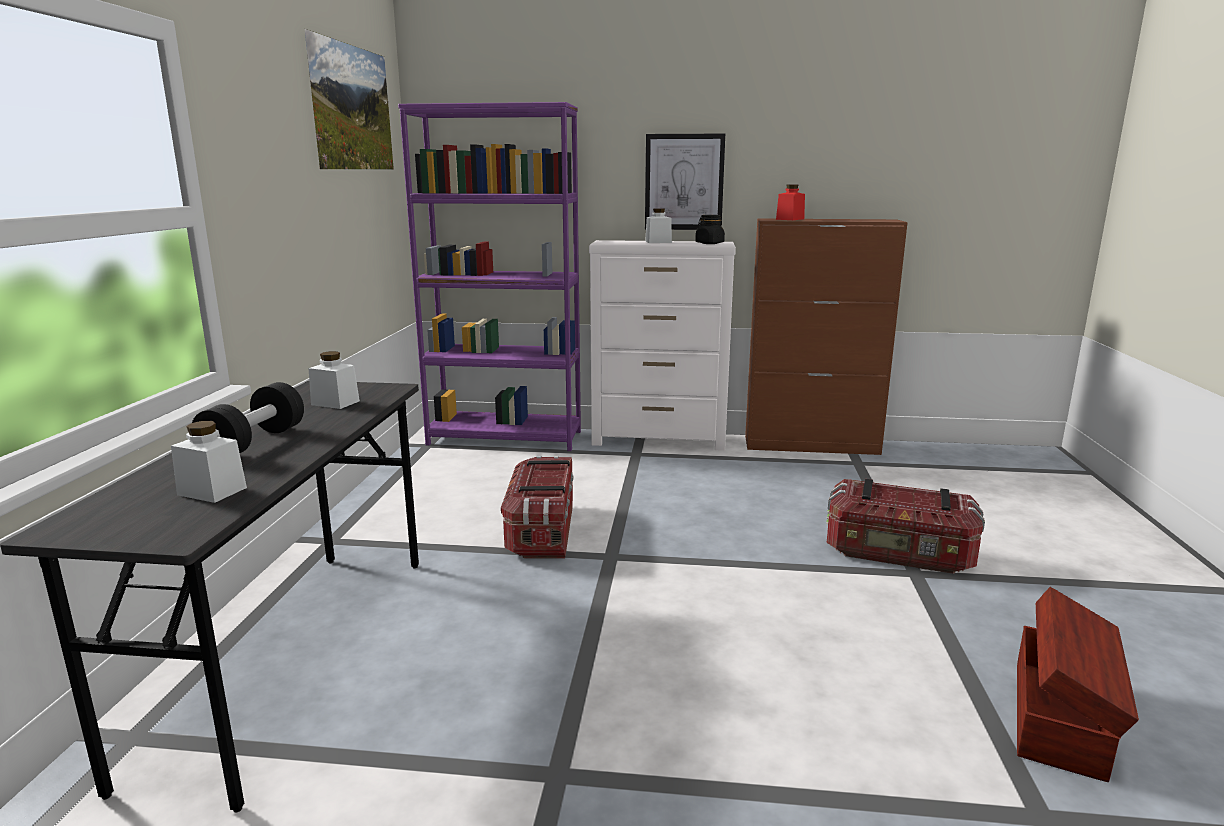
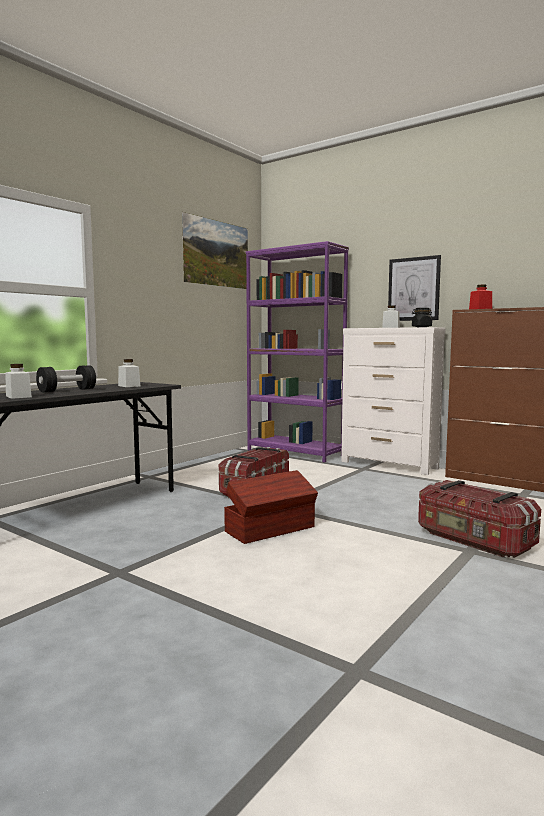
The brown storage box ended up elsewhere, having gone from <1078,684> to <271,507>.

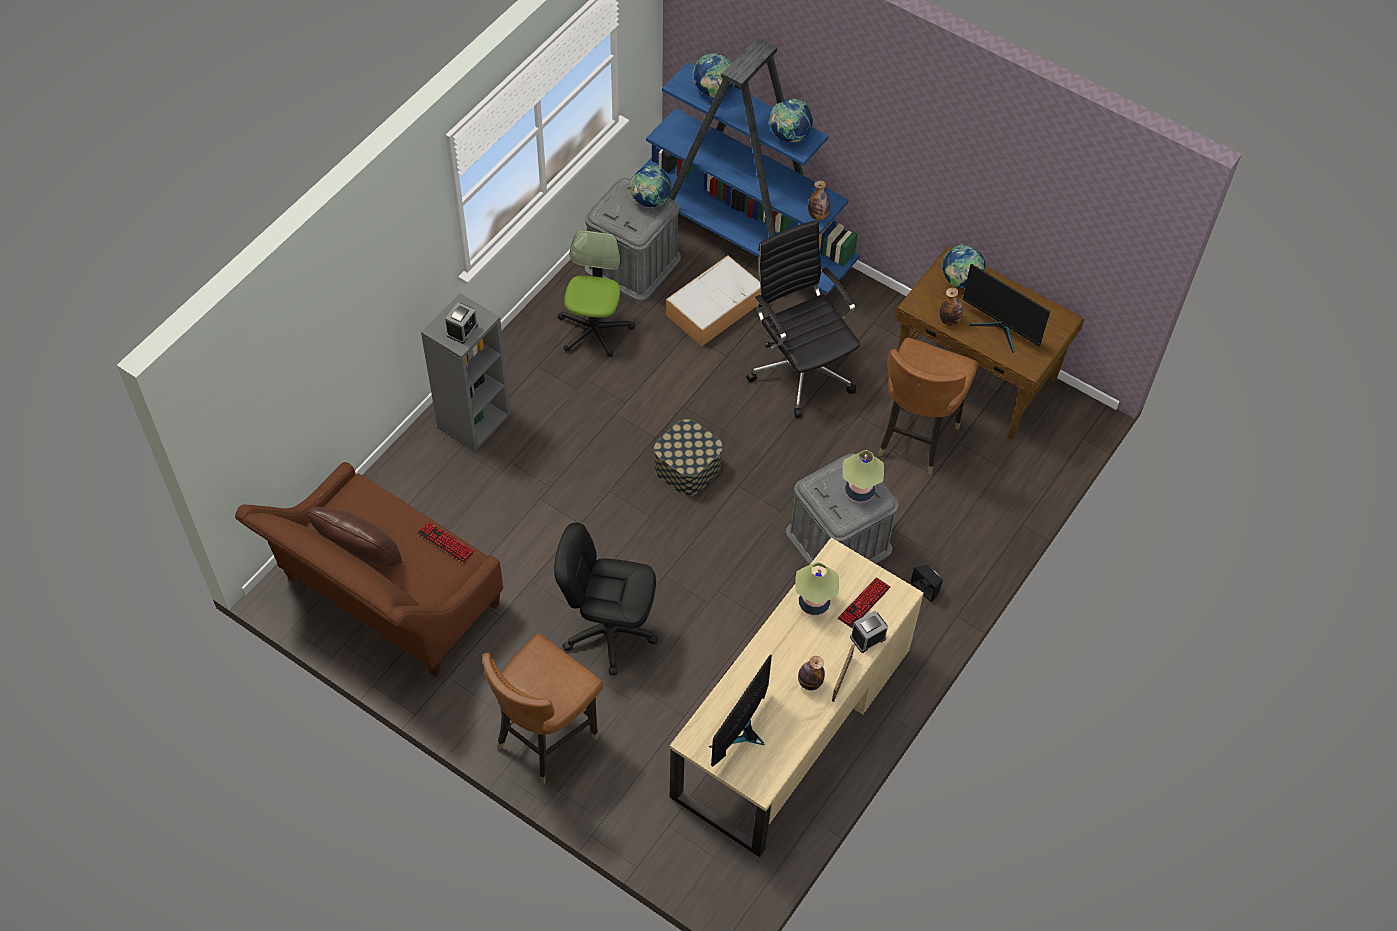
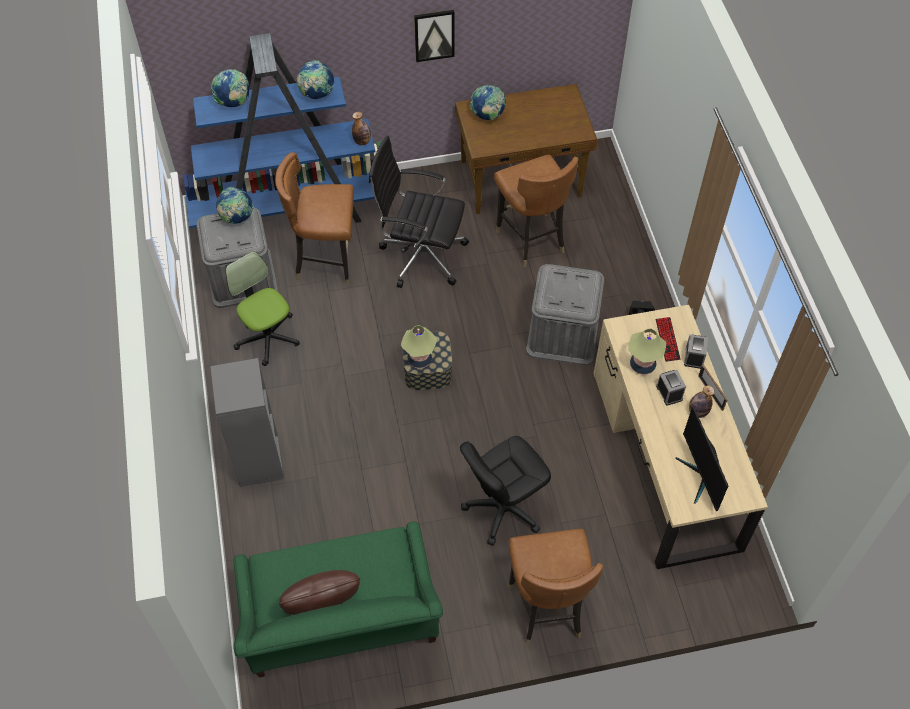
The second view lost the keyboard at <446,542>.
The second view lost the bottle at <951,307>.
The second view lost the monitor at <1006,308>.
The second view gained the picture at <434,36>.
The alarm clock ended up elsewhere, having gone from <461,323> to <671,388>.
The table lamp ended up elsewhere, having gone from <863,476> to <419,347>.
Where the storage box stood at <713,300>, the brown chair came to stand at <314,218>.
What was the brown sofa at <369,569> turned into the green sofa at <338,600>.

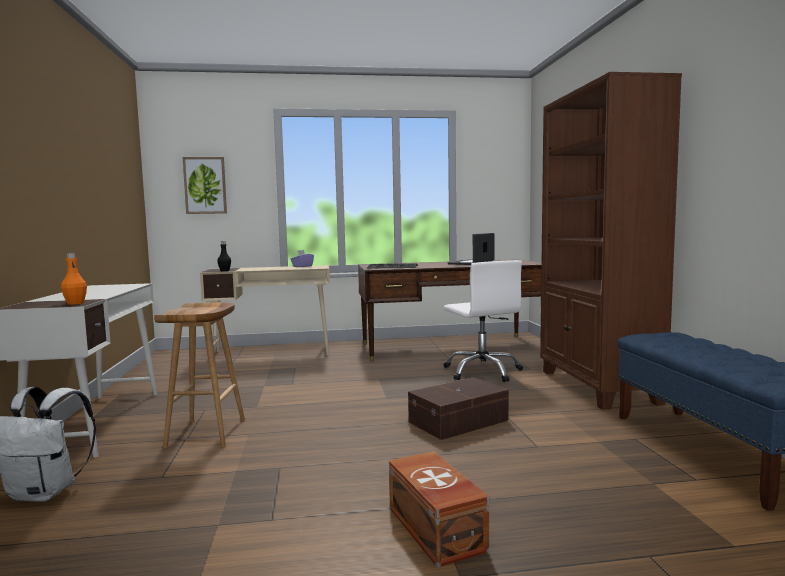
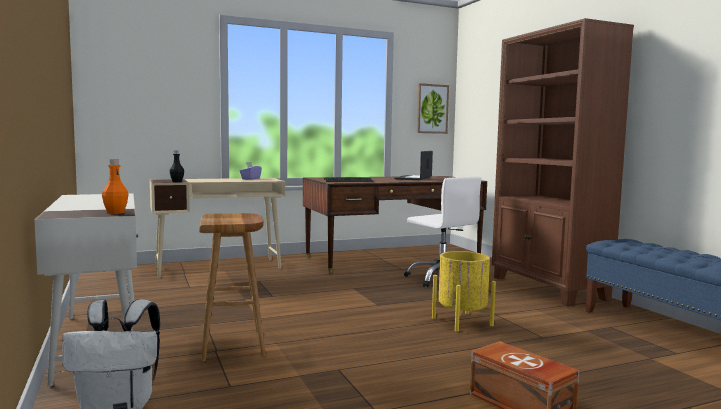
The picture ended up elsewhere, having gone from <205,185> to <433,108>.
Where the brown storage box stood at <458,408>, the yellow planter came to stand at <464,291>.

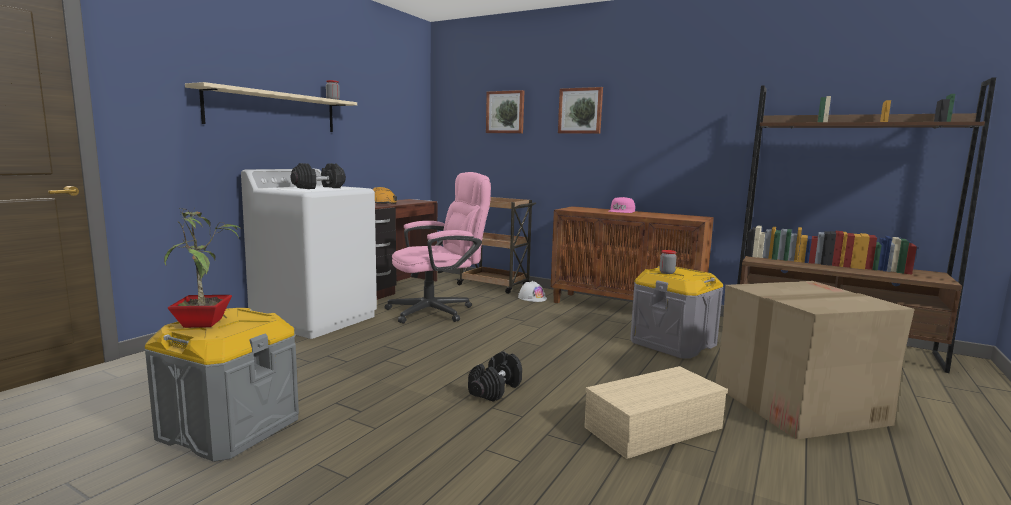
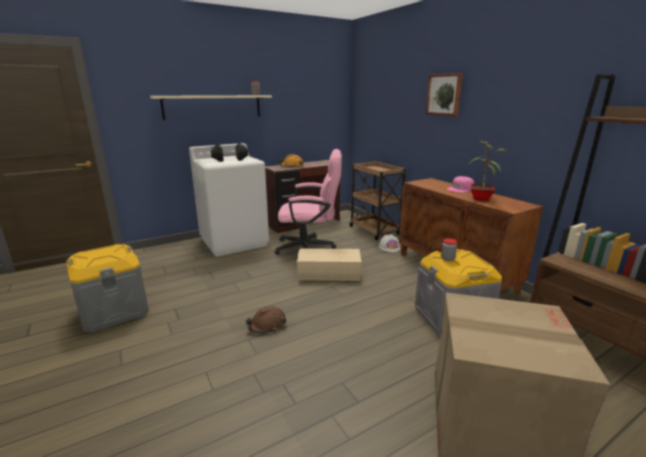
The second view lost the picture at <505,111>.
The potted plant ended up elsewhere, having gone from <203,268> to <488,170>.
The beige storage box ended up elsewhere, having gone from <656,412> to <329,264>.
Where the black dumbbell stood at <495,376>, the brown hard hat came to stand at <266,319>.

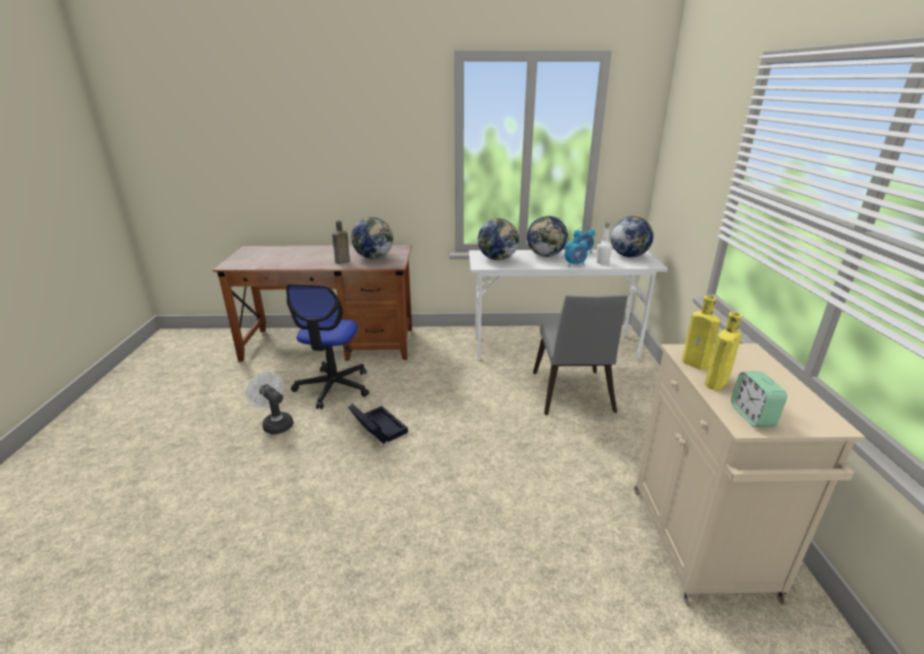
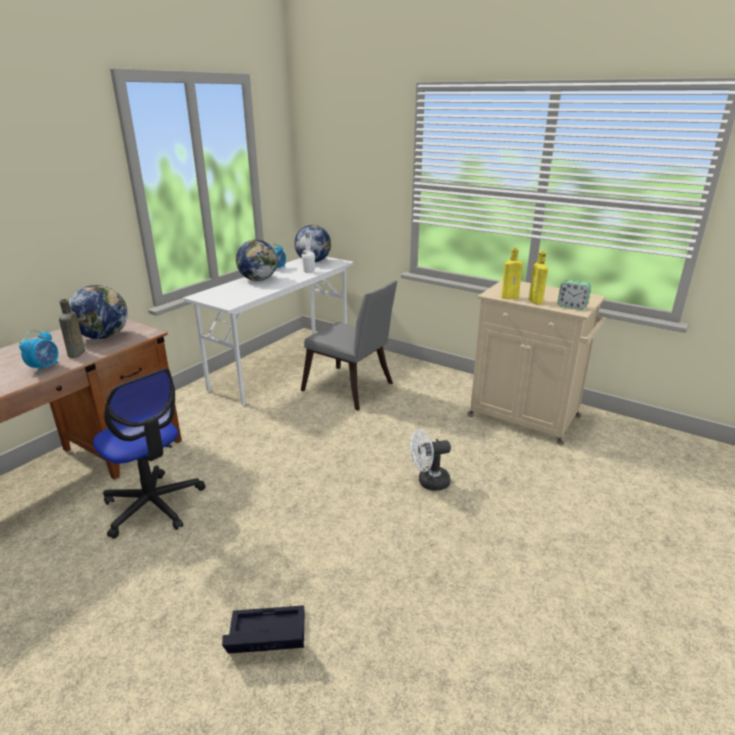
The second view lost the globe at <498,239>.
The white fan ended up elsewhere, having gone from <269,402> to <430,460>.
The black storage box ended up elsewhere, having gone from <378,424> to <263,629>.
The alarm clock ended up elsewhere, having gone from <576,252> to <39,352>.

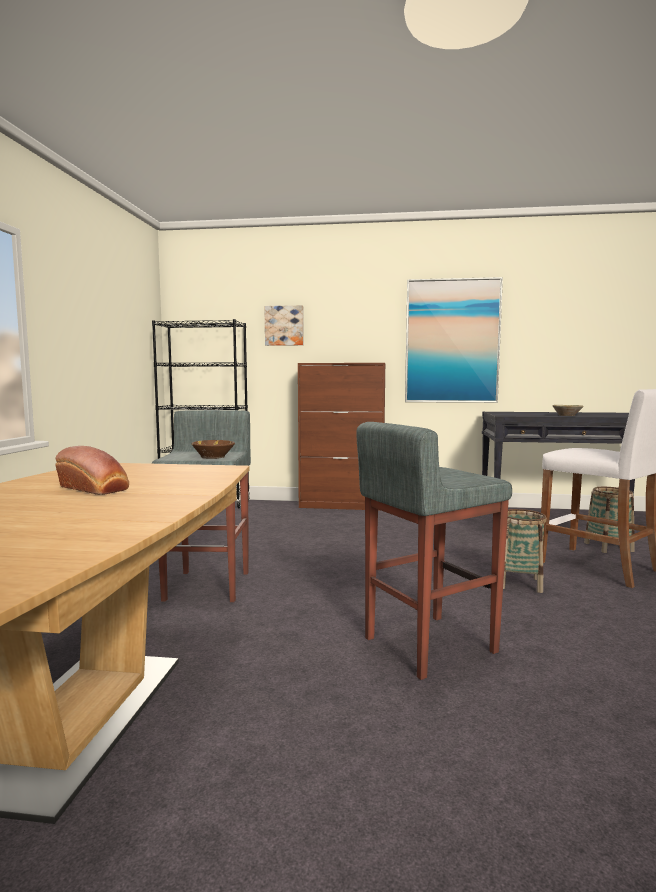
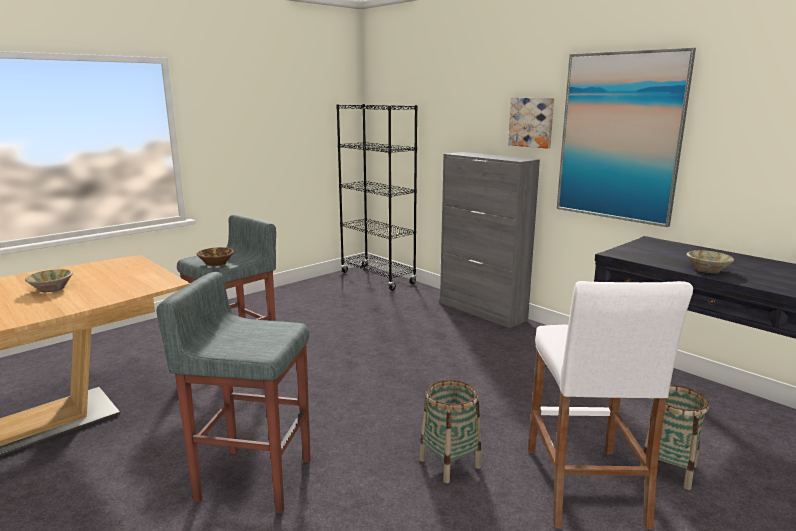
The picture ended up elsewhere, having gone from <284,325> to <531,123>.
Where the bread stood at <92,470>, the beige bowl came to stand at <49,280>.
What was the brown cabinet at <341,436> turned into the grey cabinet at <490,240>.

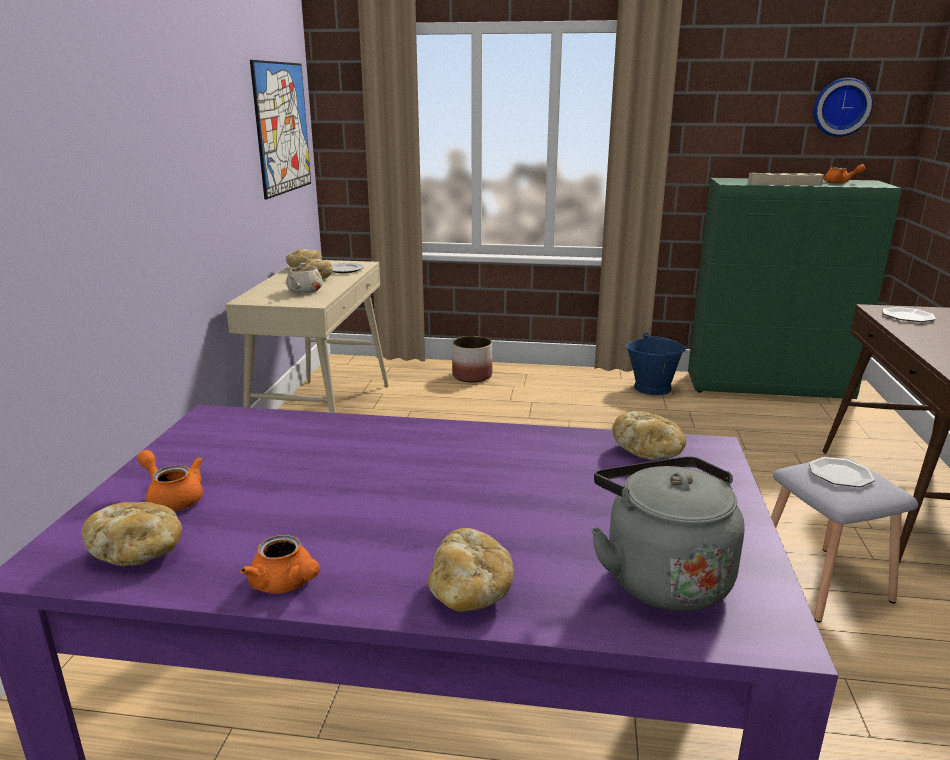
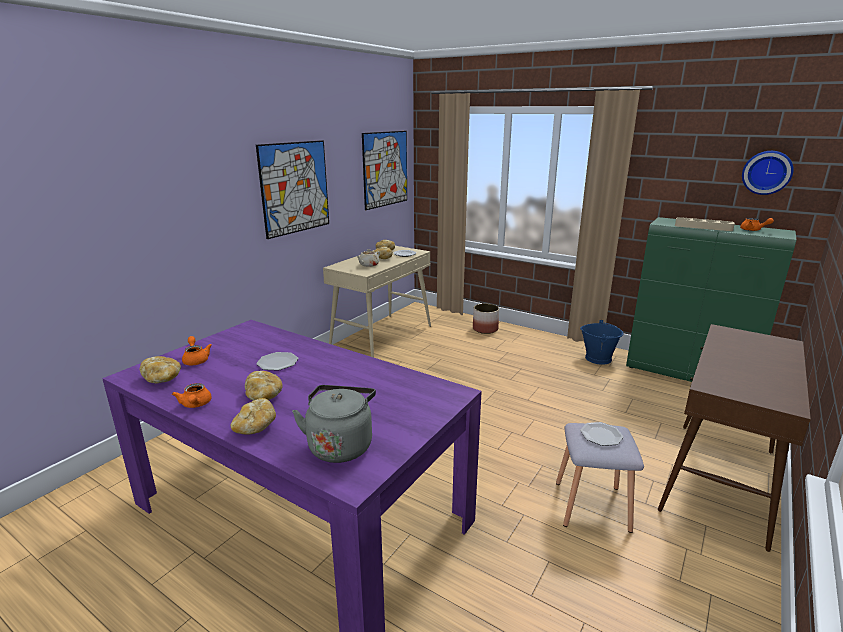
The second view gained the picture at <292,189>.
The bread ended up elsewhere, having gone from <649,435> to <264,386>.
The plate ended up elsewhere, having gone from <909,314> to <277,361>.

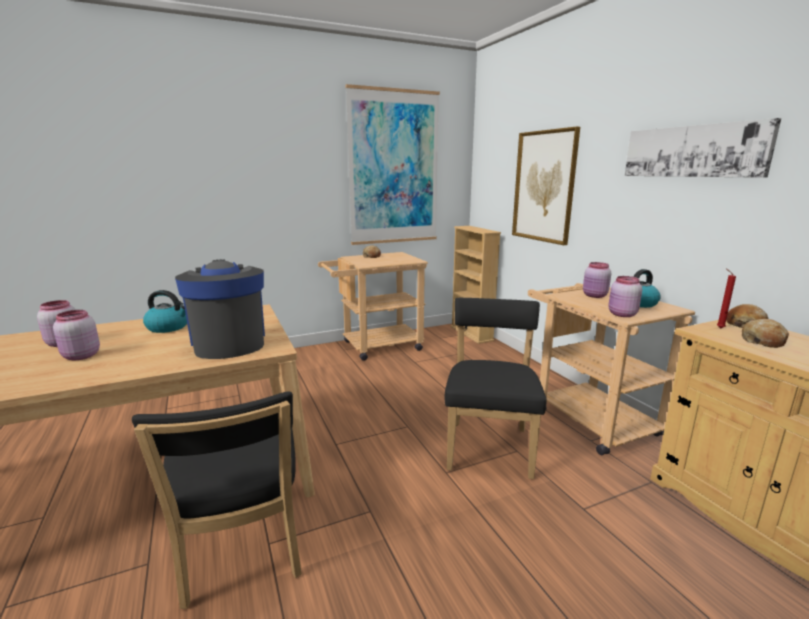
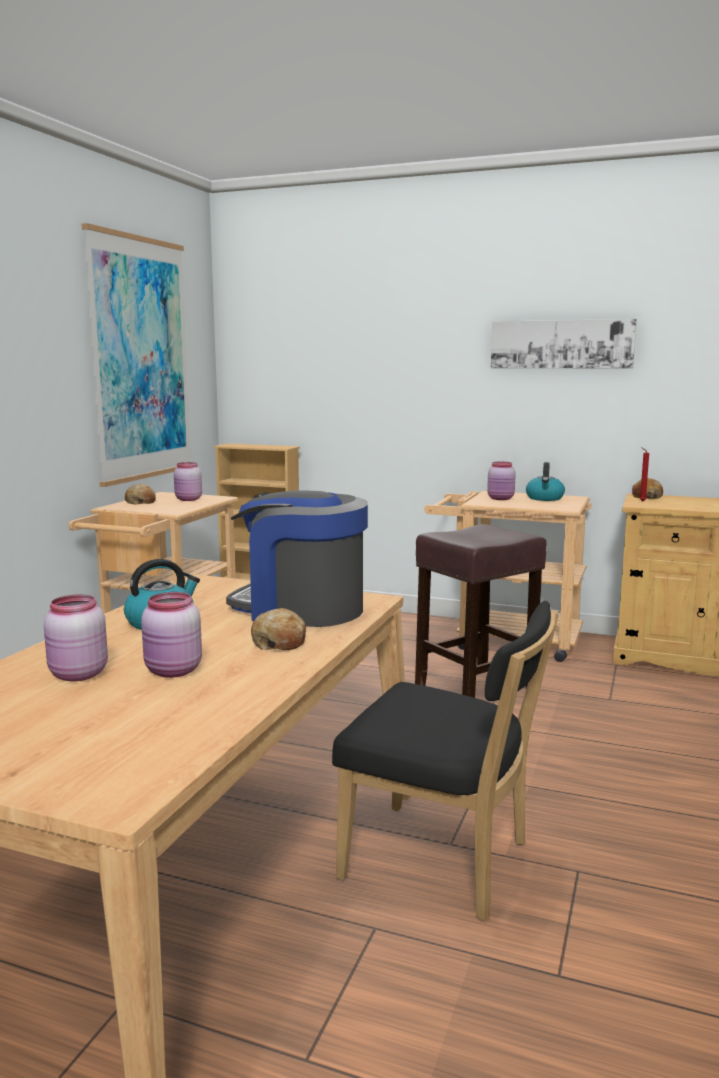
The second view lost the picture at <546,186>.
The pink jar ended up elsewhere, having gone from <625,296> to <188,481>.
The bread ended up elsewhere, having gone from <765,333> to <278,629>.
Where the black chair stood at <495,388>, the brown stool came to stand at <481,611>.

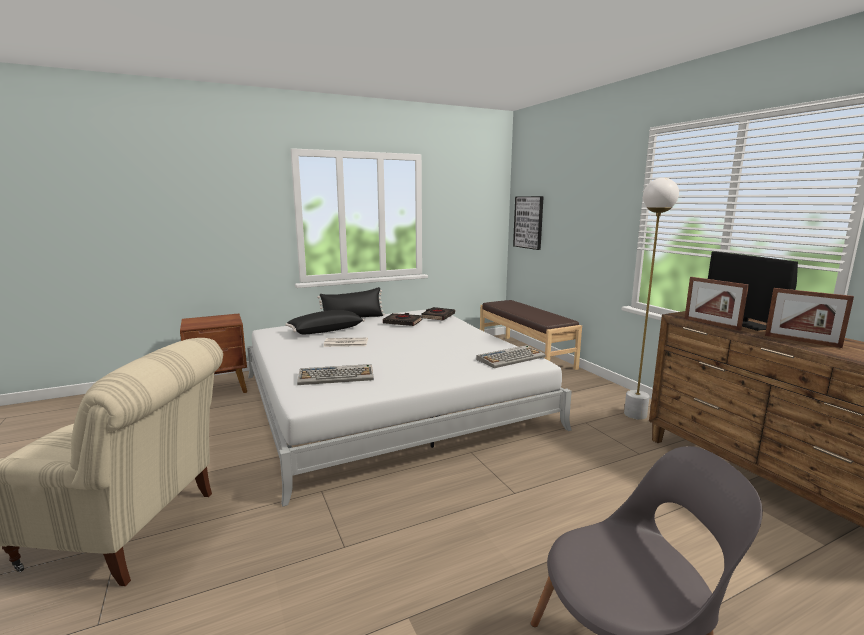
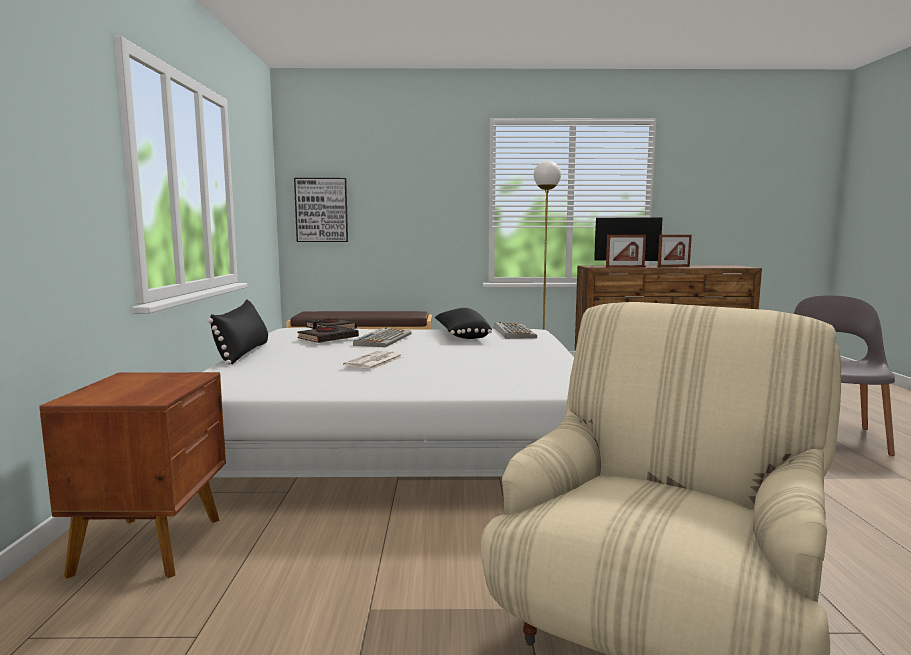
The black pillow ended up elsewhere, having gone from <325,322> to <463,323>.
The keyboard ended up elsewhere, having gone from <335,374> to <382,337>.

